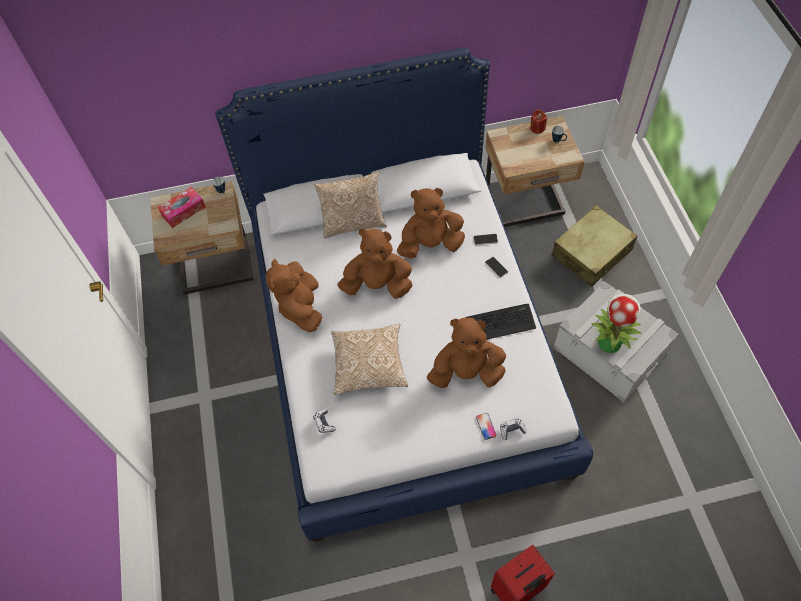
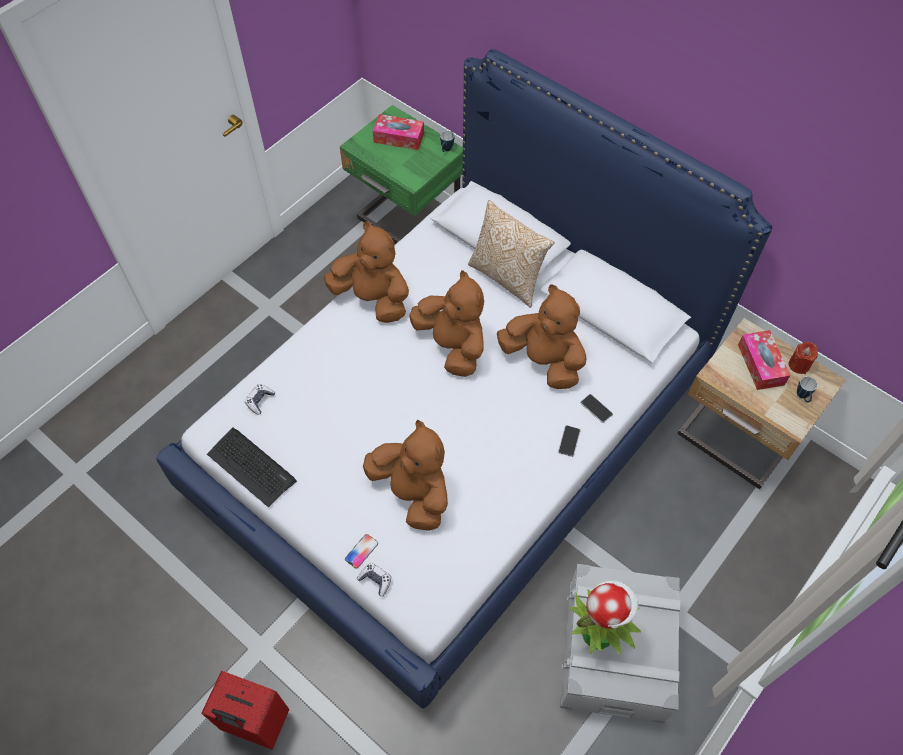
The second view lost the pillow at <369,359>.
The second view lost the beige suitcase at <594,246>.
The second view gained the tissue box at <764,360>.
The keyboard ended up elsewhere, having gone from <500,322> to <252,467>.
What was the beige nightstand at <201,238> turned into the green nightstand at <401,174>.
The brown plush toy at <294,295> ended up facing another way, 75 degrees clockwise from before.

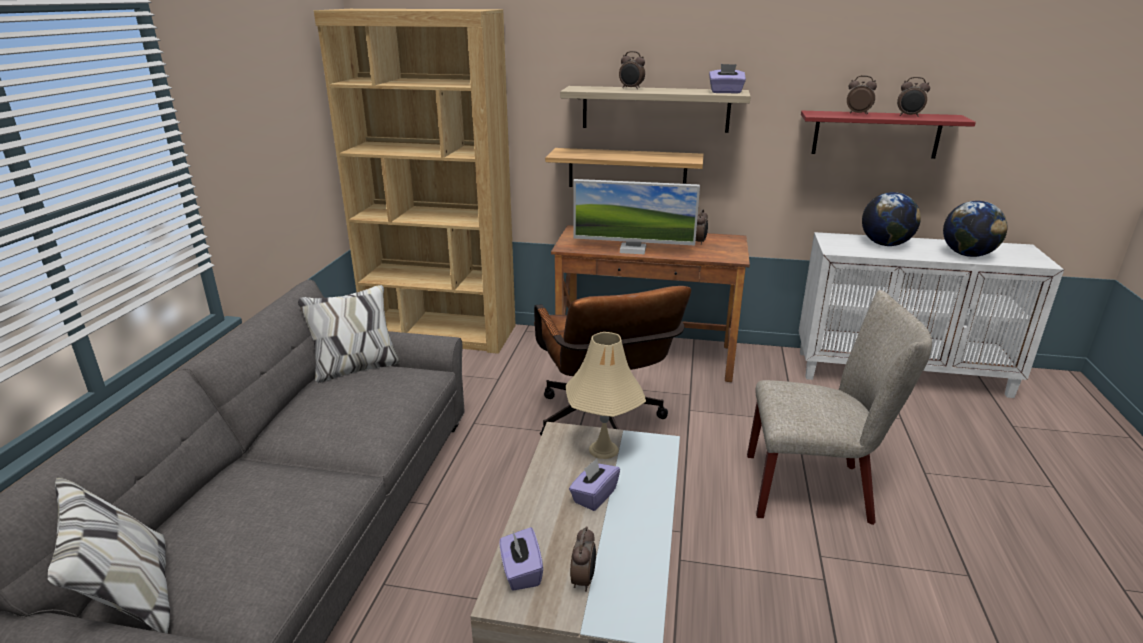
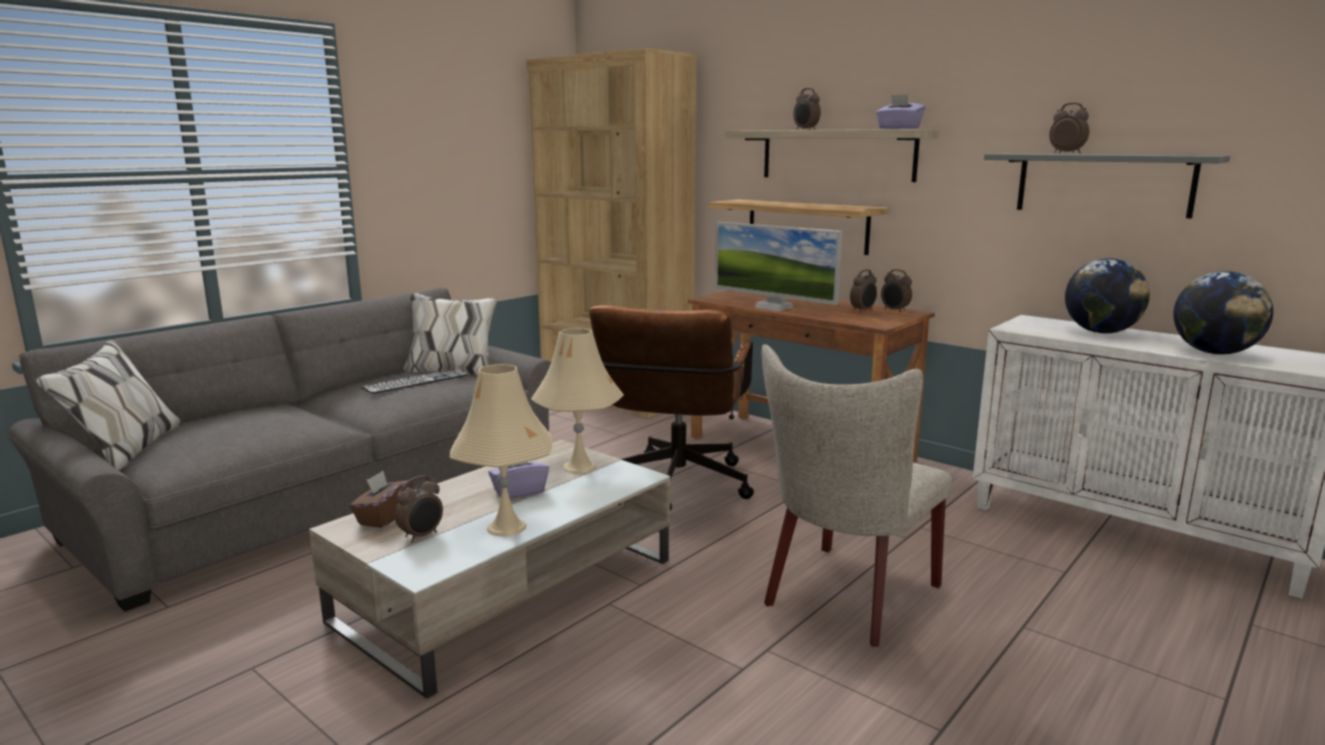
The second view gained the keyboard at <414,381>.
The second view gained the beige table lamp at <501,450>.
The alarm clock ended up elsewhere, having gone from <913,97> to <896,290>.
What was the purple tissue box at <521,559> turned into the brown tissue box at <381,499>.
What was the red shelf at <888,135> turned into the grey shelf at <1107,186>.
The beige chair at <839,407> ended up facing another way, 90 degrees clockwise from before.

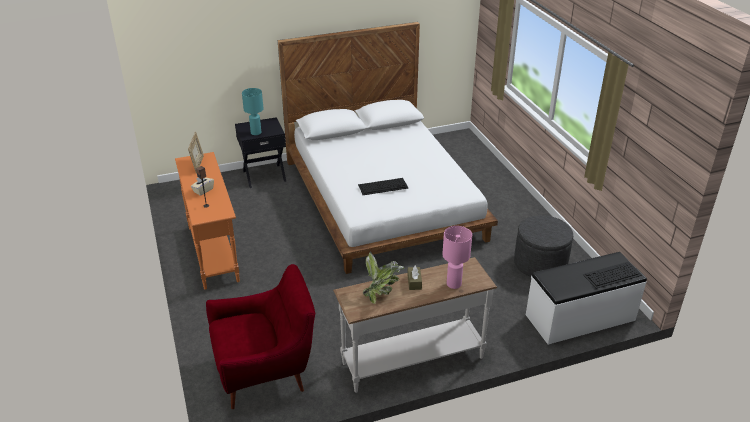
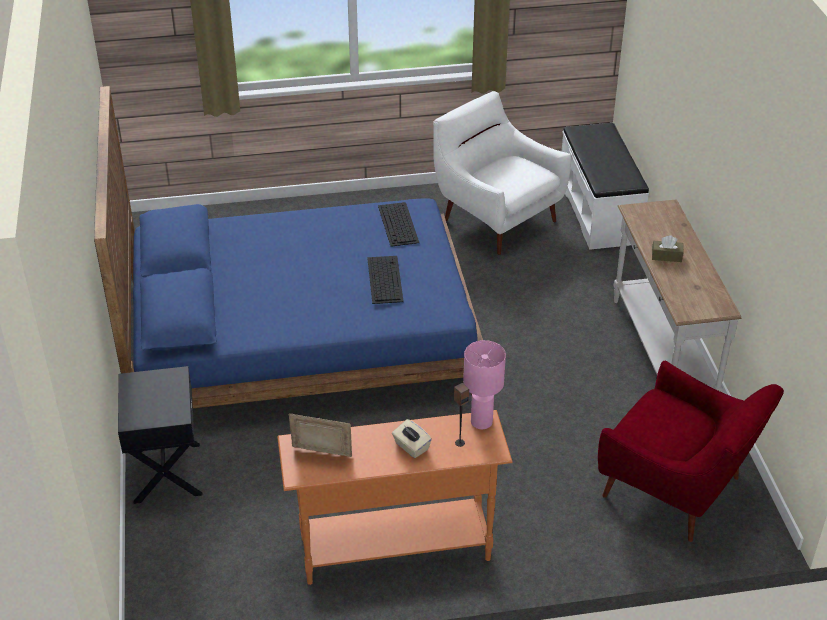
The second view lost the turquoise table lamp at <253,111>.
The second view lost the potted plant at <383,278>.
The pink table lamp ended up elsewhere, having gone from <457,257> to <484,384>.
The keyboard ended up elsewhere, having gone from <612,275> to <398,224>.
Where the grey ottoman stood at <543,246>, the white armchair came to stand at <502,173>.
What was the white bed at <388,148> turned into the blue bed at <288,247>.
The red armchair at <260,336> ended up facing another way, 135 degrees clockwise from before.

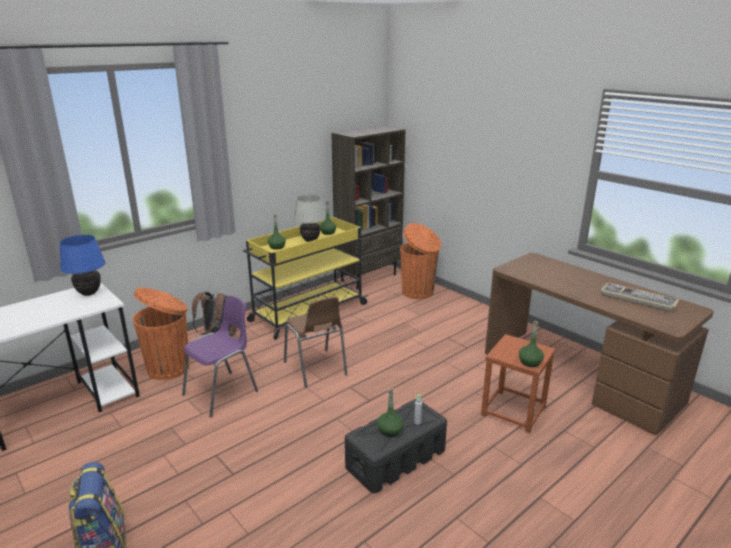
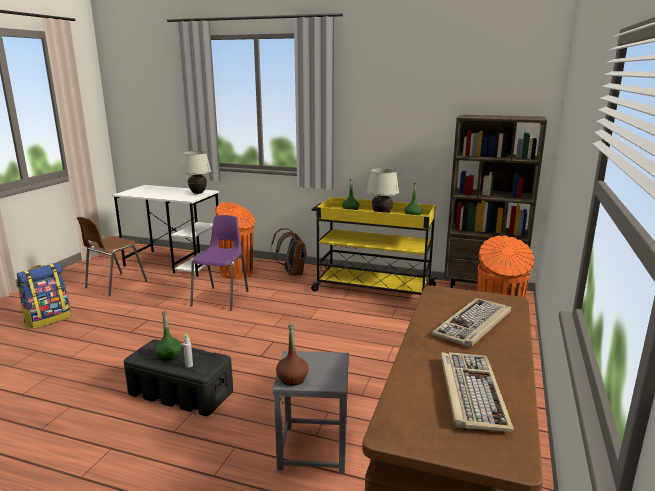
The second view gained the keyboard at <471,322>.
The brown chair ended up elsewhere, having gone from <315,342> to <112,256>.
What was the blue table lamp at <82,265> turned into the white table lamp at <196,172>.
What was the brown stool at <518,383> turned into the grey stool at <310,412>.
What was the green bottle at <531,344> turned into the brown bottle at <292,354>.
The purple chair at <220,356> ended up facing another way, 90 degrees counterclockwise from before.

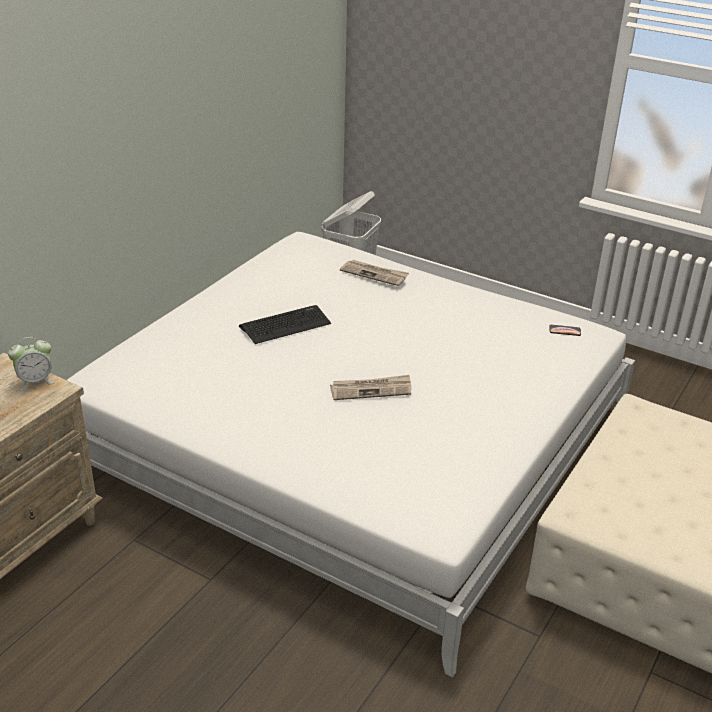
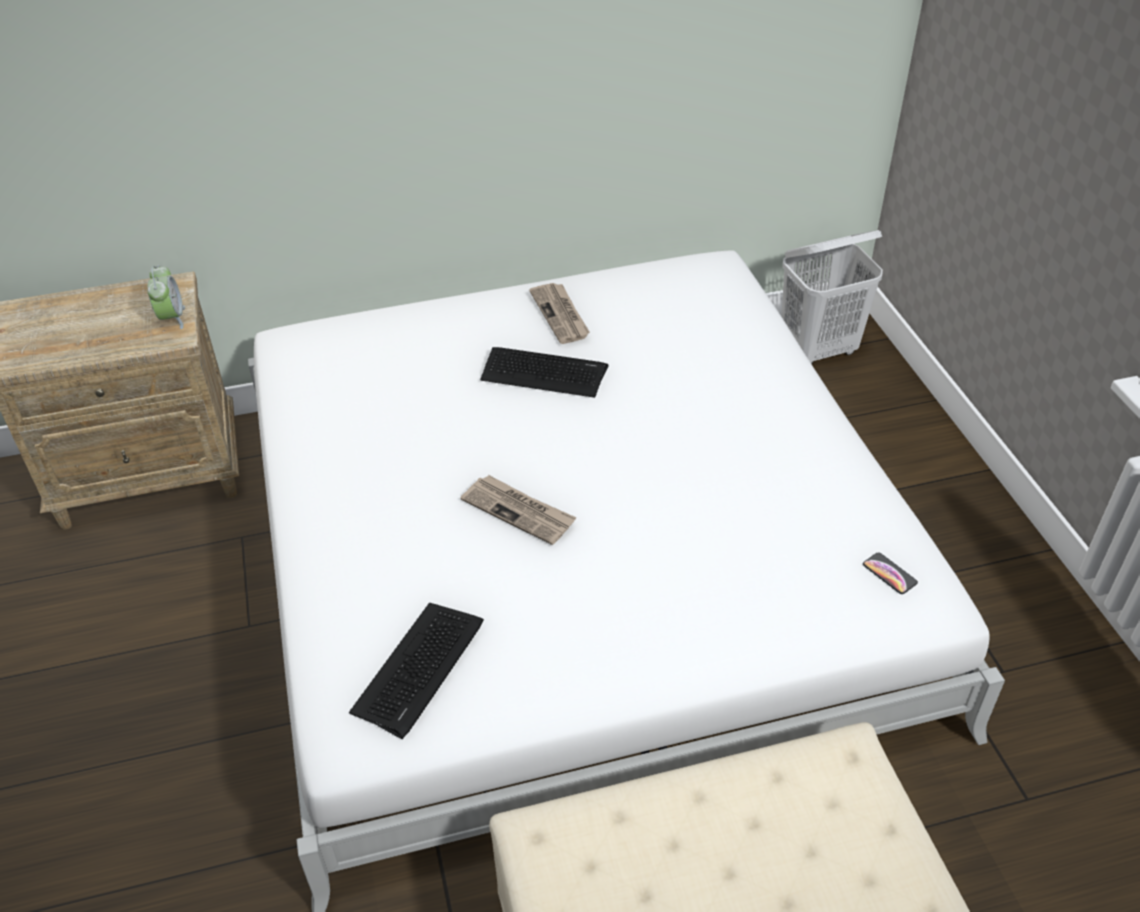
The second view gained the keyboard at <416,671>.
The newspaper ended up elsewhere, having gone from <374,273> to <560,313>.
The alarm clock at <31,363> ended up facing another way, 120 degrees counterclockwise from before.

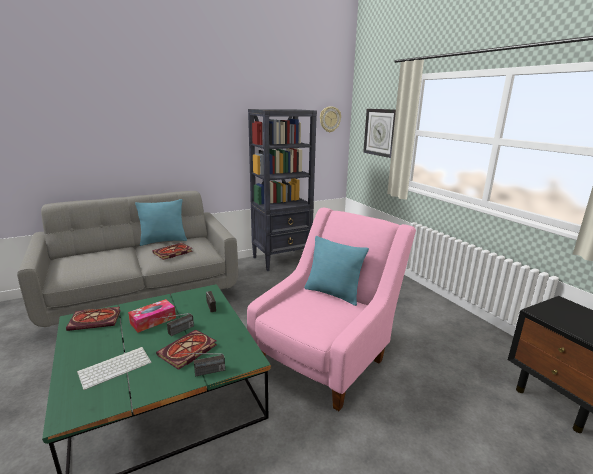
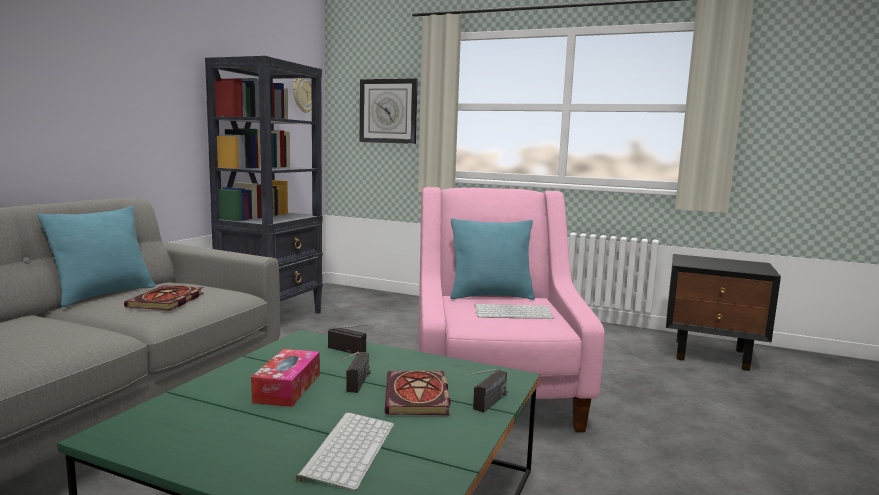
The second view lost the book at <93,319>.
The second view gained the keyboard at <514,311>.

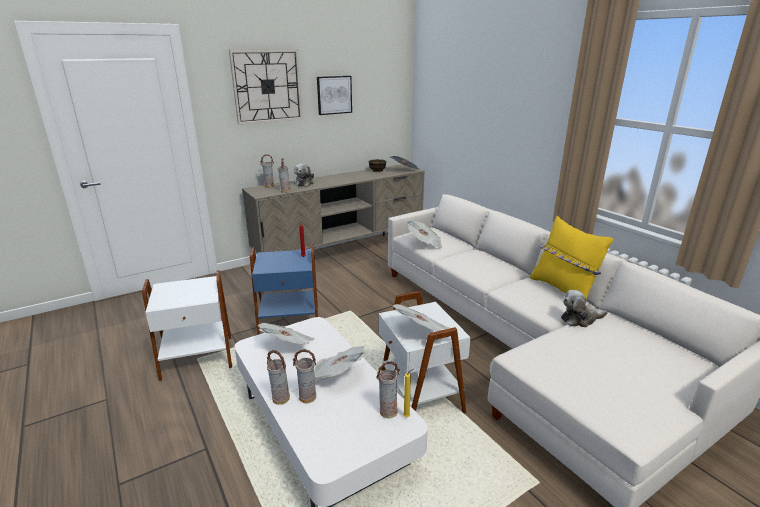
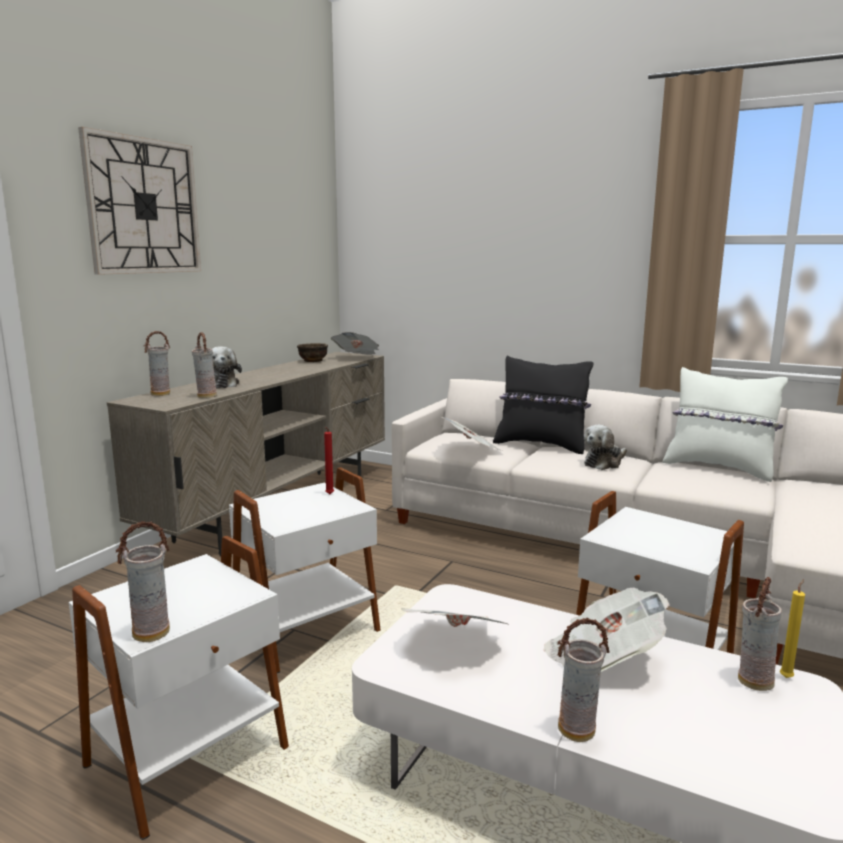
The second view lost the picture at <334,95>.
The second view lost the newspaper at <421,318>.
The second view gained the black pillow at <543,405>.
The vase ended up elsewhere, having gone from <305,376> to <143,581>.
The plush toy ended up elsewhere, having gone from <584,308> to <605,447>.
What was the blue side table at <284,289> turned into the white side table at <304,570>.
What was the yellow pillow at <571,258> turned into the white pillow at <725,424>.

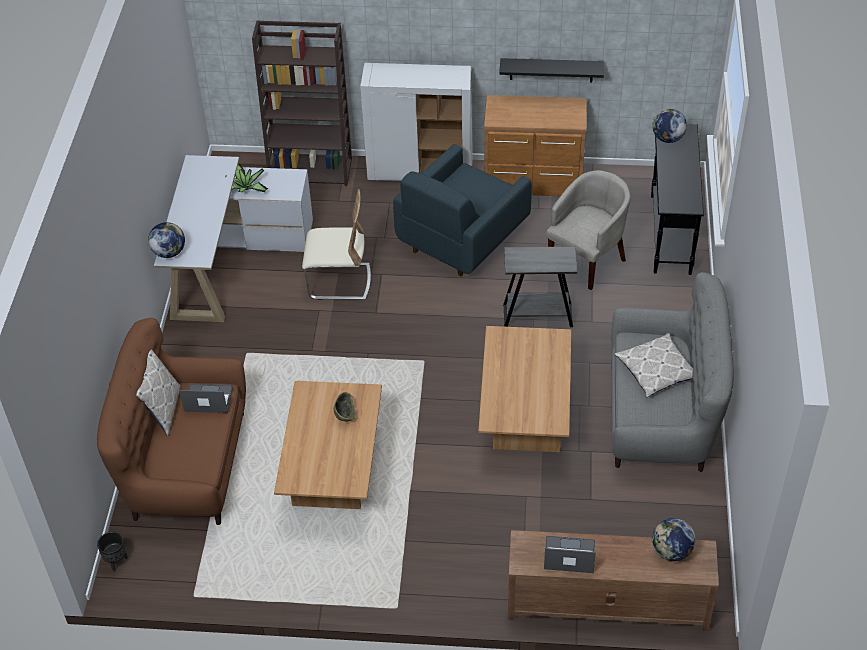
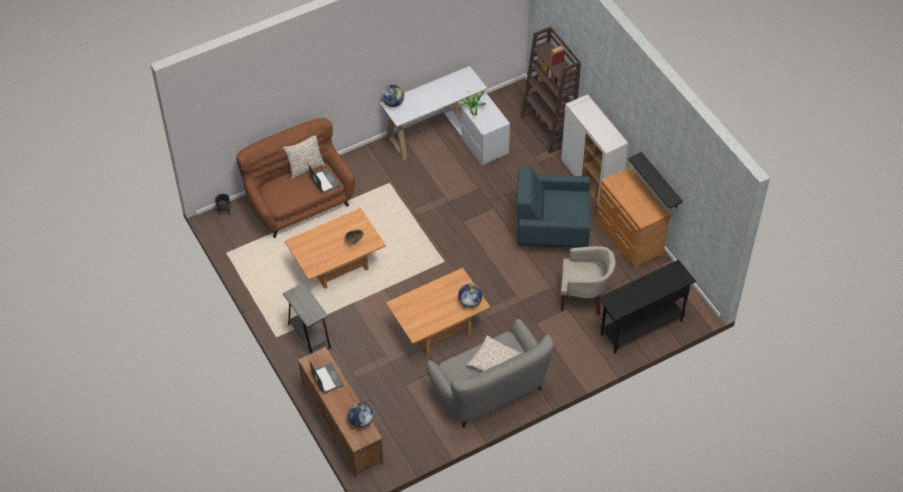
The second view lost the beige chair at <336,244>.
The grey side table ended up elsewhere, having gone from <540,287> to <307,318>.
The globe ended up elsewhere, having gone from <669,126> to <470,296>.

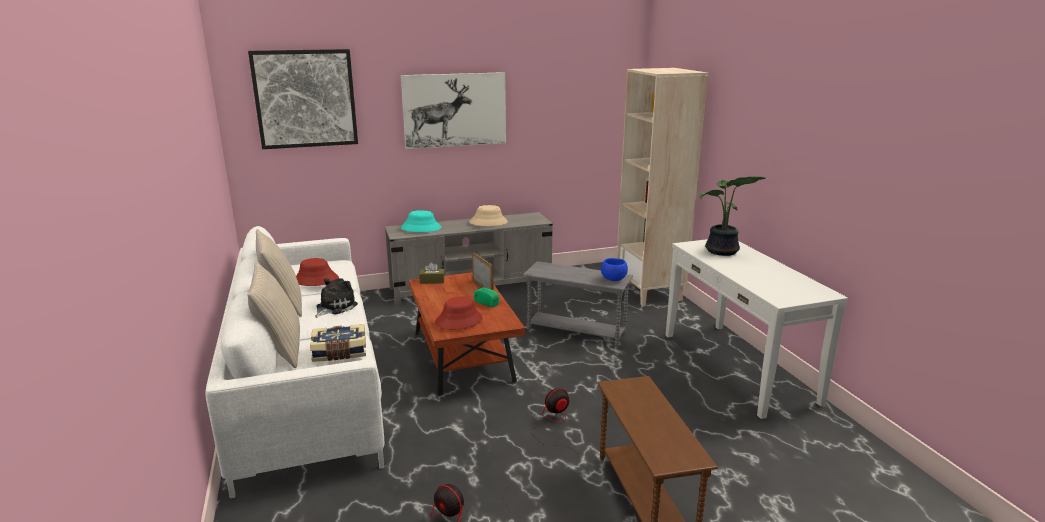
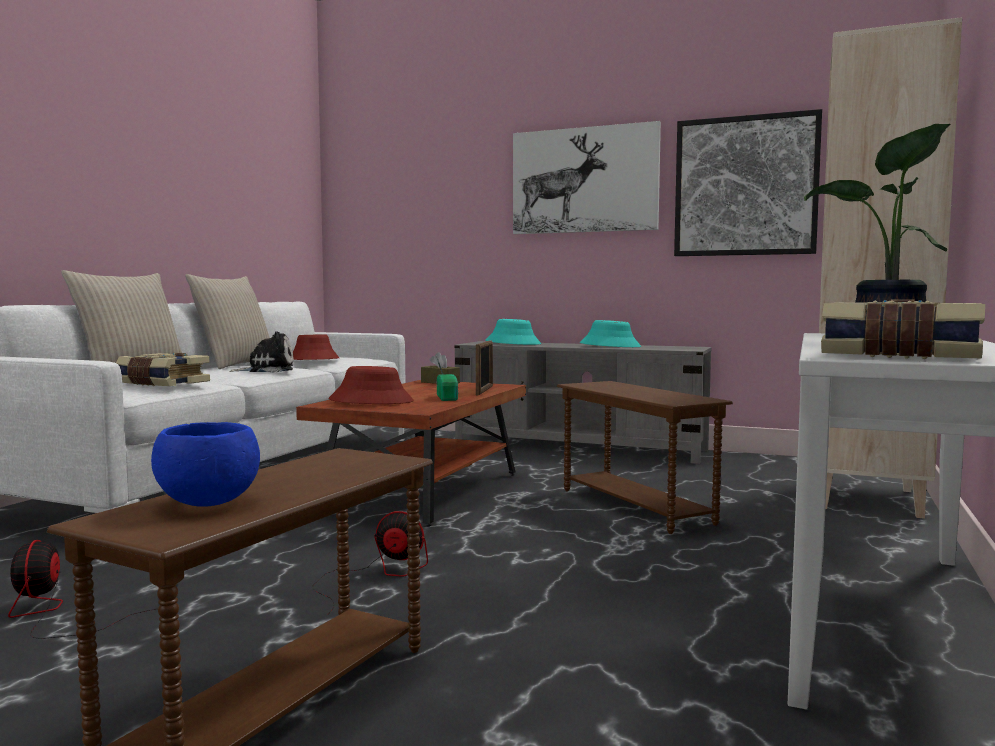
The second view gained the book at <903,329>.
The picture ended up elsewhere, having gone from <303,99> to <748,182>.
The blue bowl ended up elsewhere, having gone from <614,269> to <205,464>.
What was the beige hat at <488,215> turned into the turquoise hat at <610,333>.
What was the grey side table at <578,304> turned into the brown side table at <645,457>.

